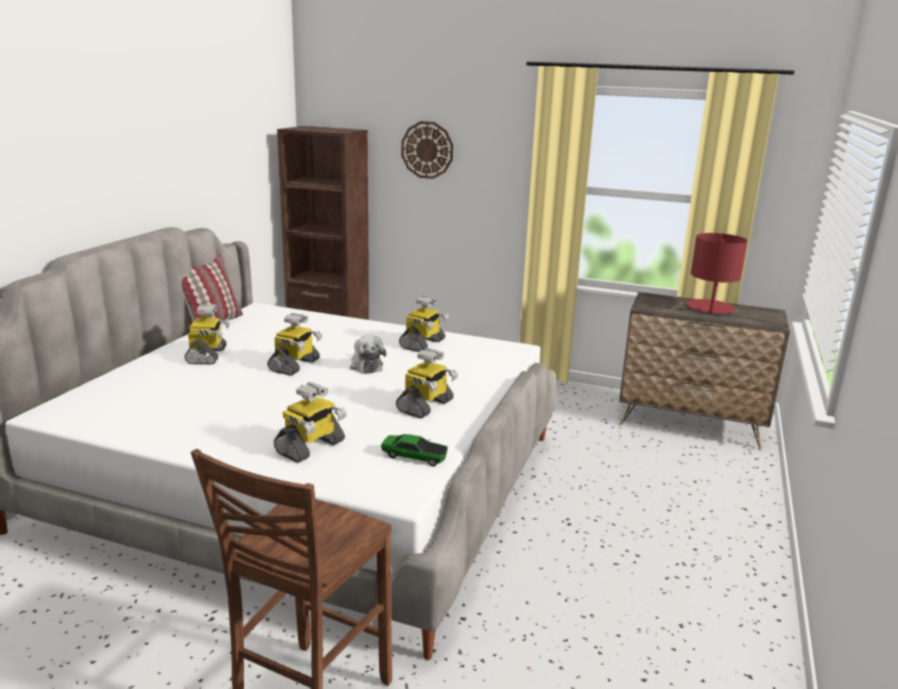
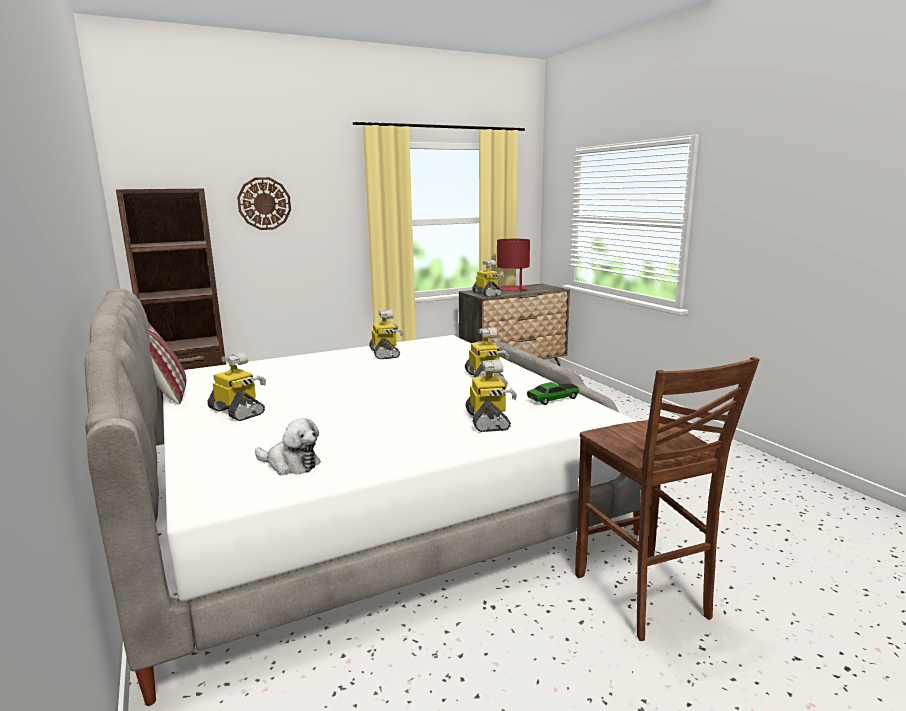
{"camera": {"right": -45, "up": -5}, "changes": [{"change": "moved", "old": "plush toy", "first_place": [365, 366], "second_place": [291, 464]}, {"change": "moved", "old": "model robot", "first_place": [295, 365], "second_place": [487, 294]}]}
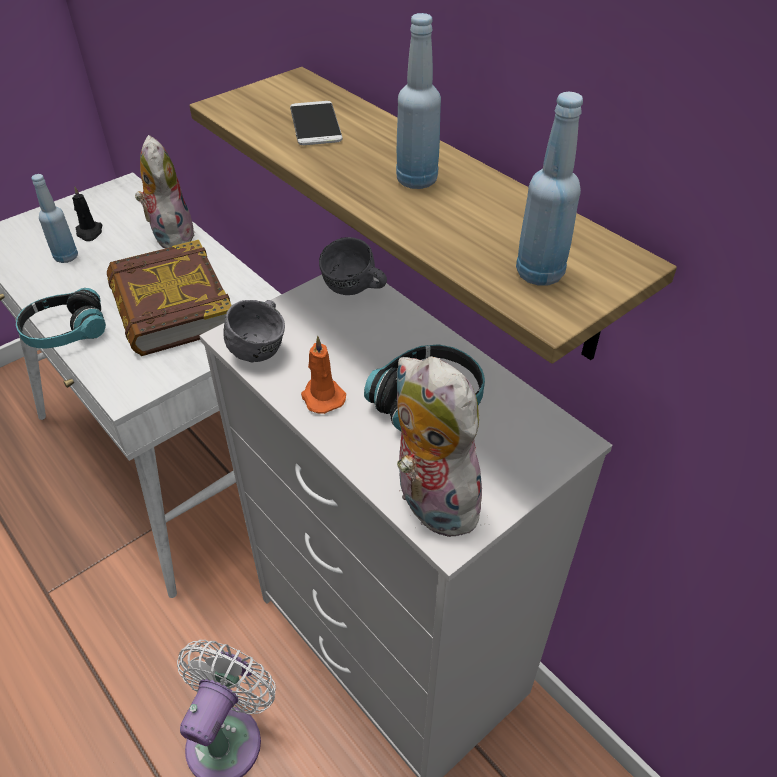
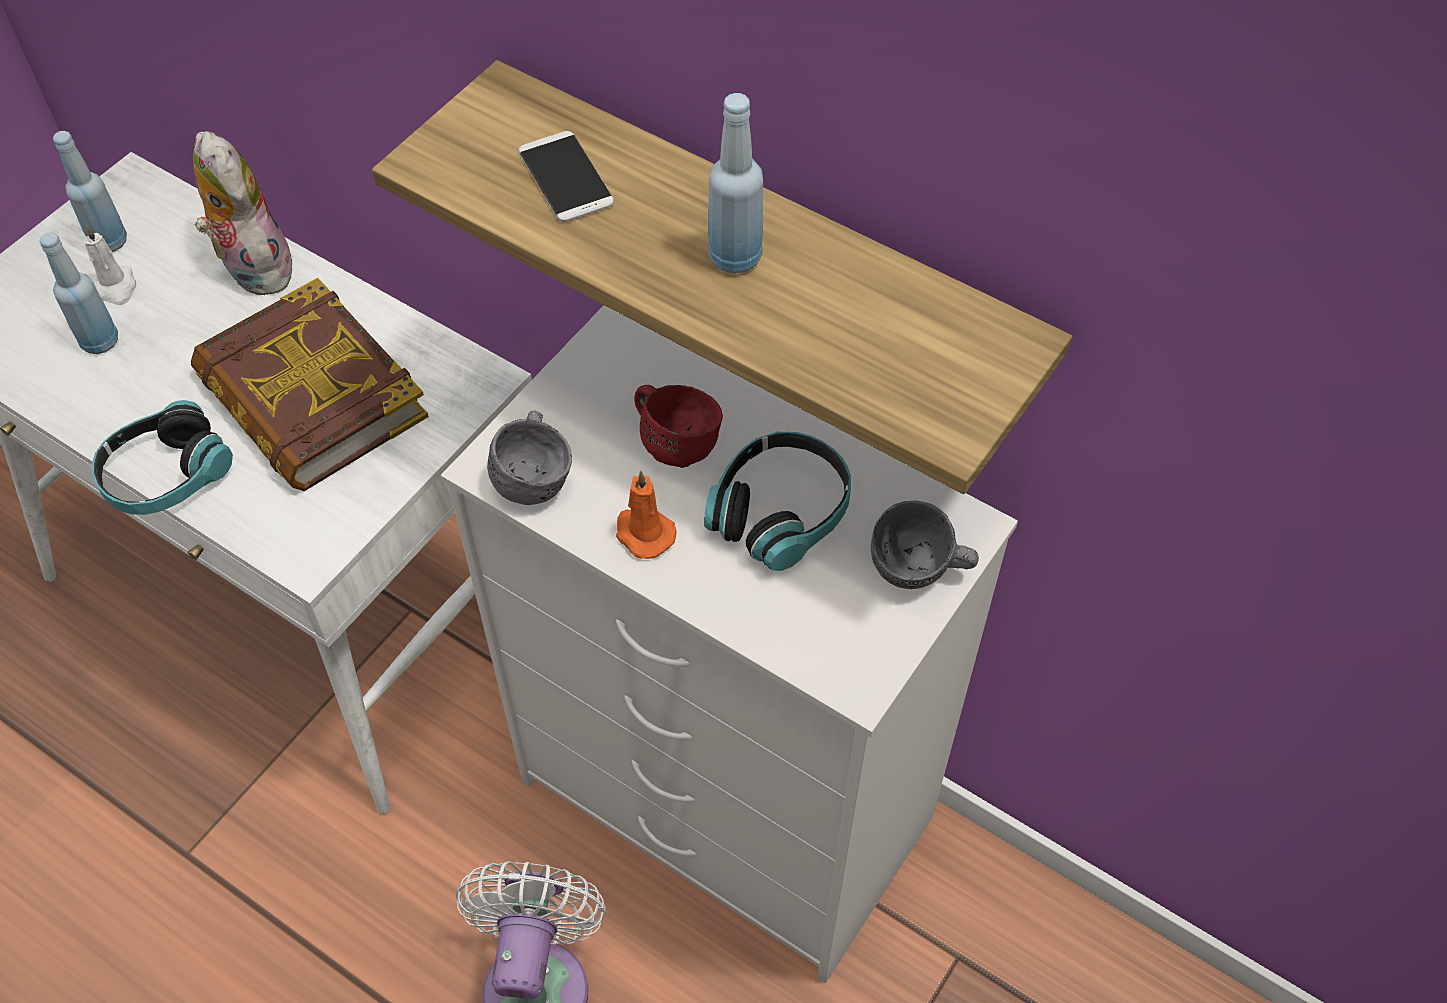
{"camera": {"right": -15, "up": 10}, "changes": [{"change": "moved", "old": "blue-coloured bottle", "first_place": [539, 273], "second_place": [110, 241]}, {"change": "recoloured", "old": "blackish wax candle", "new": "whitish wax candle", "first_place": [89, 232], "second_place": [115, 287]}, {"change": "added", "new": "red coffee mug", "second_place": [675, 440]}, {"change": "moved", "old": "grey coffee mug", "first_place": [354, 291], "second_place": [919, 573]}, {"change": "removed", "old": "plush toy", "first_place": [430, 501]}]}
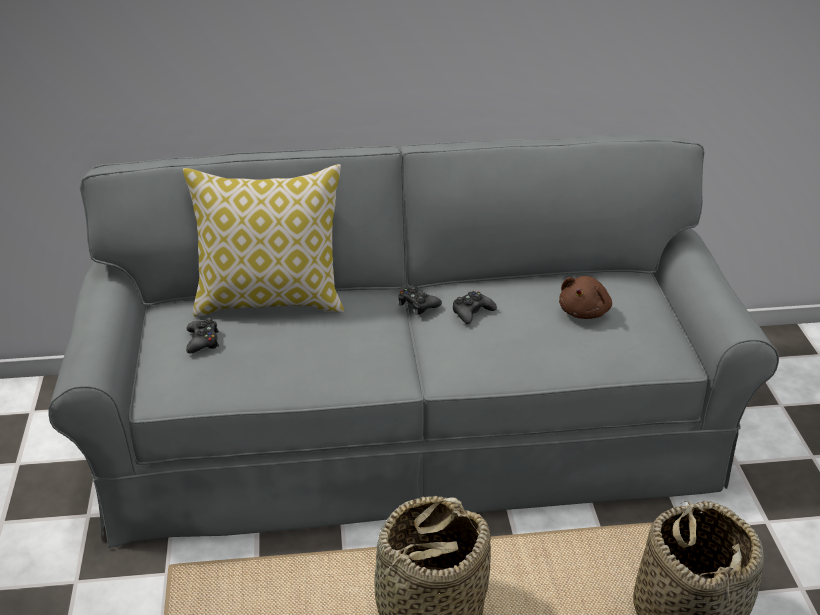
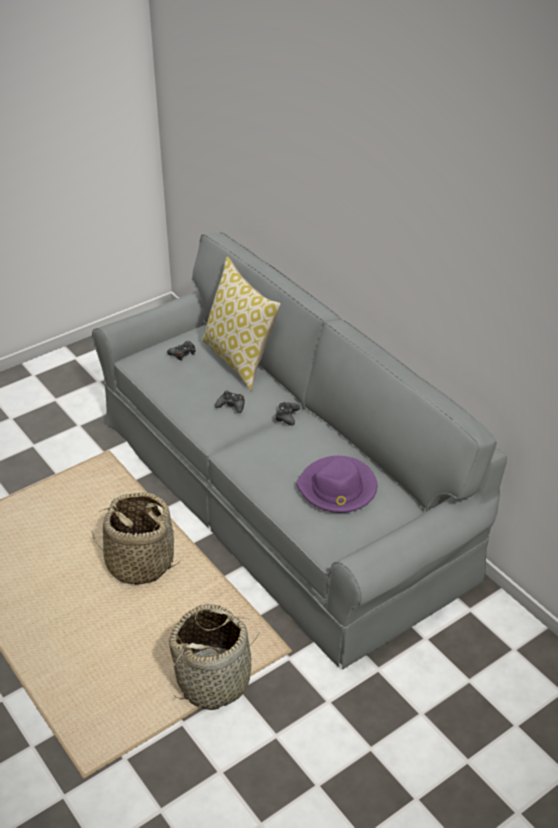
{"camera": {"right": 60, "up": 5}, "changes": [{"change": "moved", "old": "blackish game controller", "first_place": [472, 312], "second_place": [231, 405]}, {"change": "replaced", "old": "brownish plush toy", "new": "purplish clothing hat", "first_place": [585, 311], "second_place": [337, 488]}]}
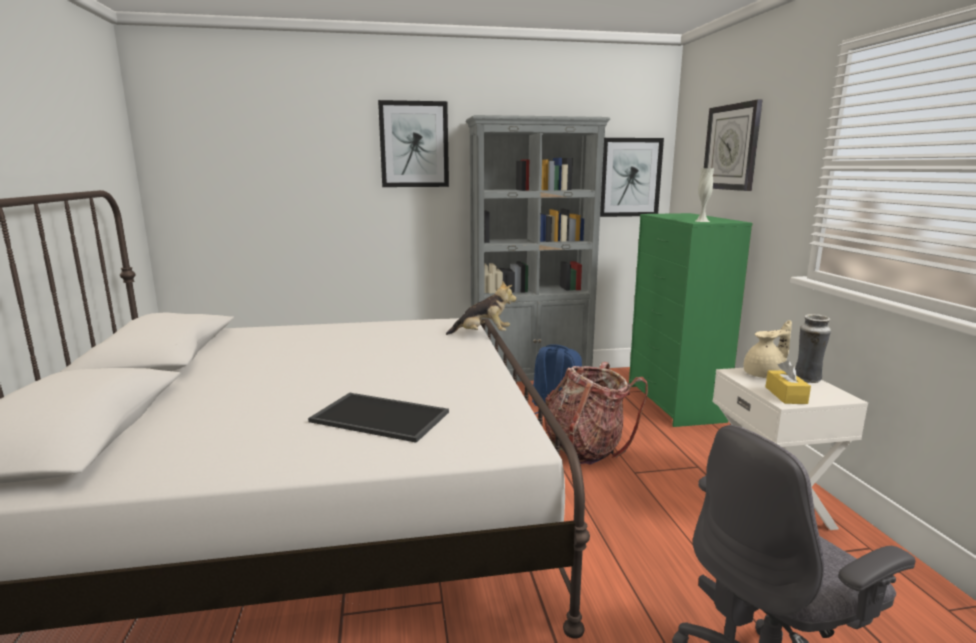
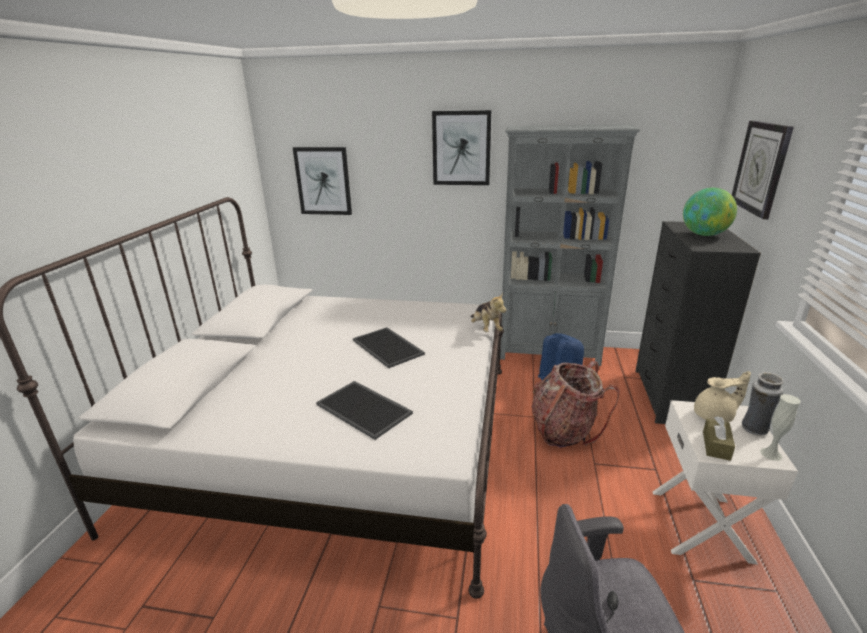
{"camera": {"right": 20, "up": 10}, "changes": [{"change": "moved", "old": "picture", "first_place": [630, 177], "second_place": [323, 181]}, {"change": "added", "new": "serving tray", "second_place": [389, 347]}, {"change": "turned", "old": "plush toy", "first_place": [483, 335], "second_place": [486, 328], "degrees": 45}, {"change": "recoloured", "old": "green chest of drawers", "new": "blackish chest of drawers", "first_place": [674, 403], "second_place": [670, 397]}, {"change": "added", "new": "globe", "second_place": [704, 235]}, {"change": "recoloured", "old": "yellow-coloured tissue holder", "new": "brownish tissue holder", "first_place": [786, 395], "second_place": [716, 445]}, {"change": "moved", "old": "whitish decorative vase", "first_place": [702, 221], "second_place": [771, 454]}]}
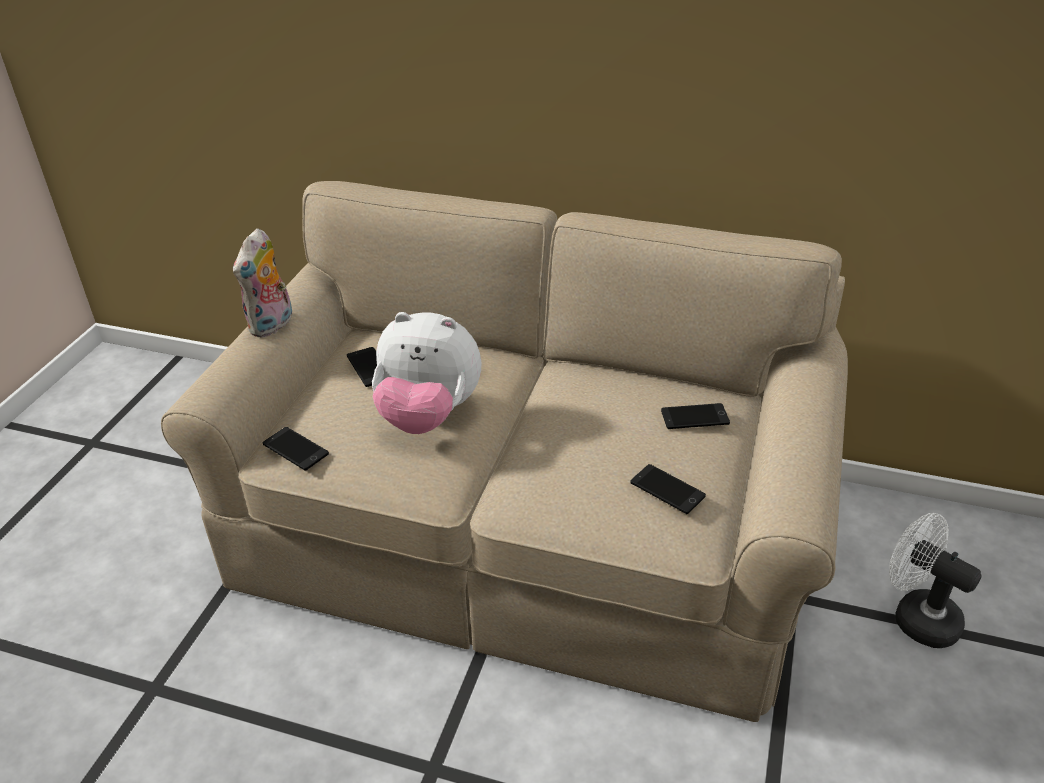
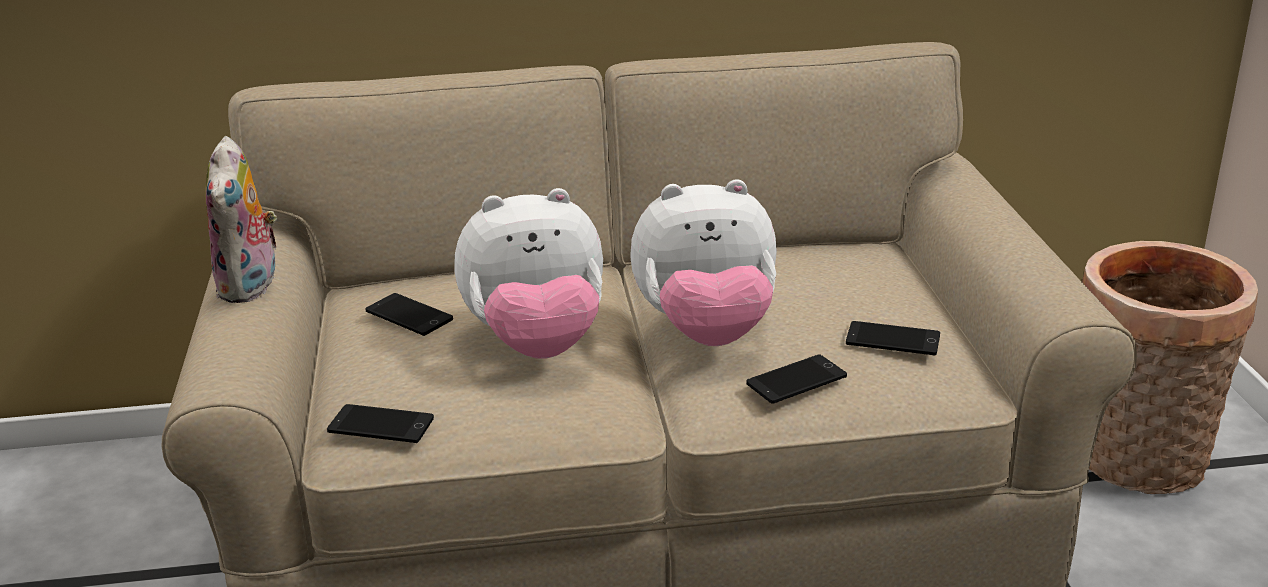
{"camera": {"right": -25, "up": -10}, "changes": [{"change": "added", "new": "plush toy", "second_place": [706, 332]}, {"change": "moved", "old": "telephone", "first_place": [694, 417], "second_place": [796, 380]}, {"change": "replaced", "old": "whitish fan", "new": "storage basket", "first_place": [916, 616], "second_place": [1136, 464]}]}
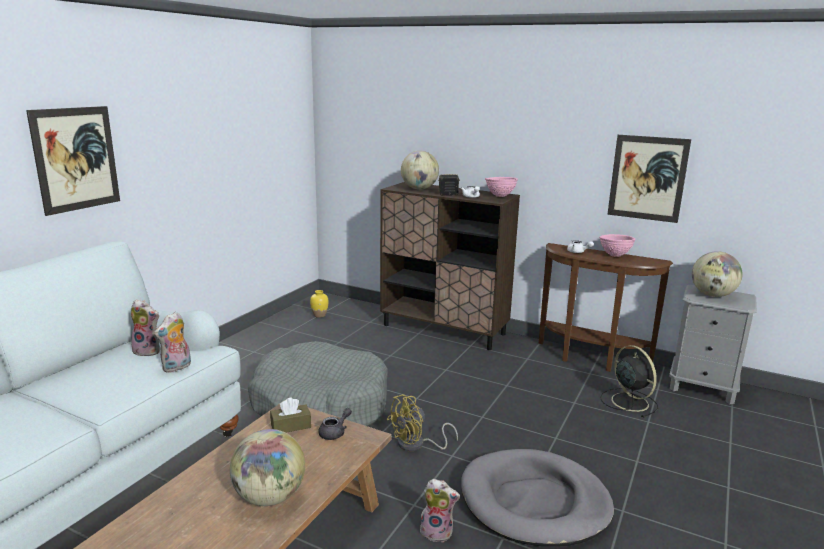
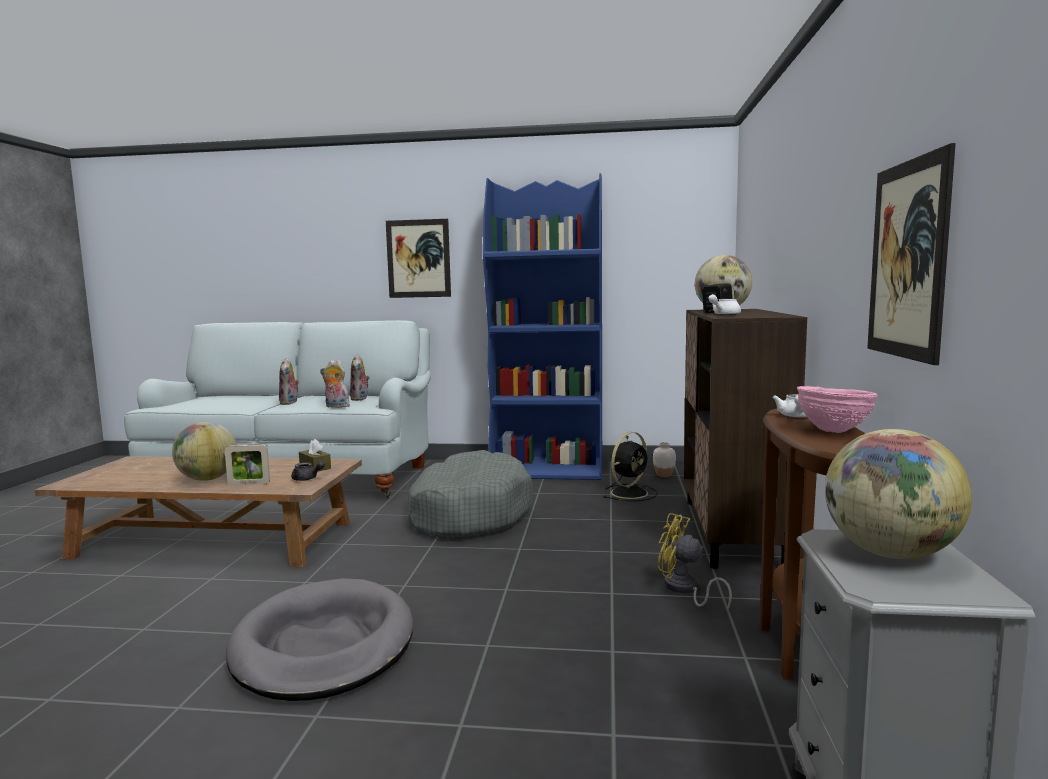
{"camera": {"right": 70, "up": -10}, "changes": [{"change": "added", "new": "photo frame", "second_place": [249, 484]}, {"change": "moved", "old": "plush toy", "first_place": [437, 532], "second_place": [290, 403]}, {"change": "added", "new": "blue-coloured bookcase", "second_place": [548, 470]}, {"change": "moved", "old": "blackish fan", "first_place": [628, 401], "second_place": [630, 493]}, {"change": "recoloured", "old": "yellow-coloured decorative vase", "new": "whitish decorative vase", "first_place": [319, 315], "second_place": [664, 475]}, {"change": "moved", "old": "yellow-coloured fan", "first_place": [416, 445], "second_place": [685, 589]}, {"change": "removed", "old": "pink serving bowl", "first_place": [500, 196]}]}
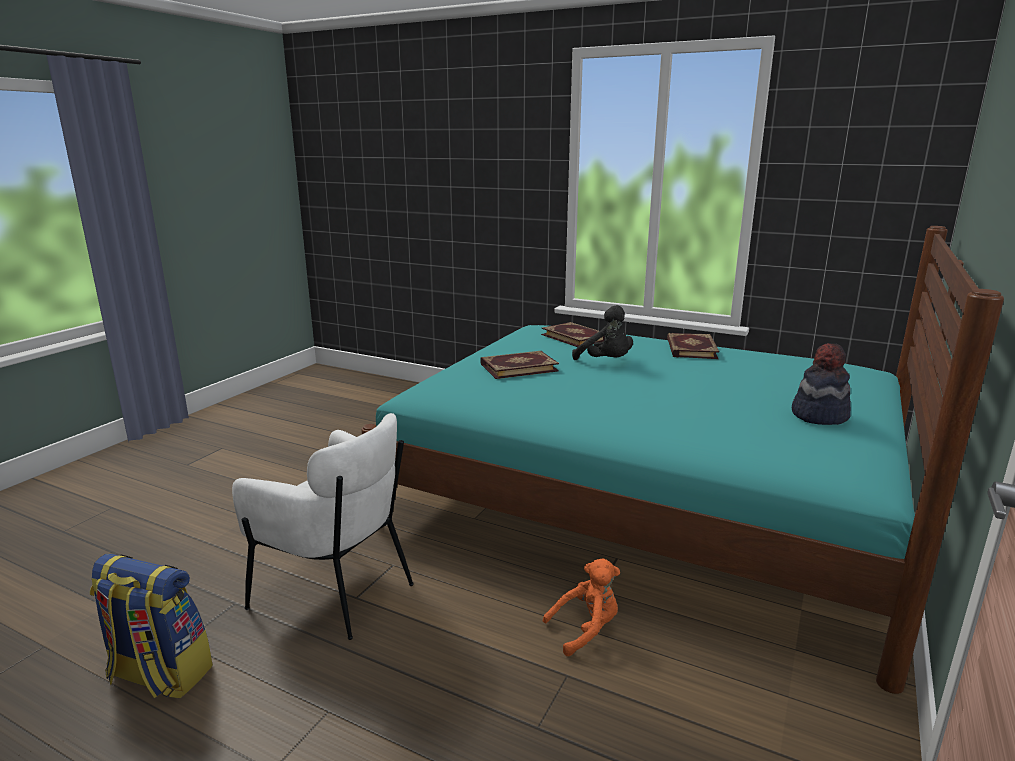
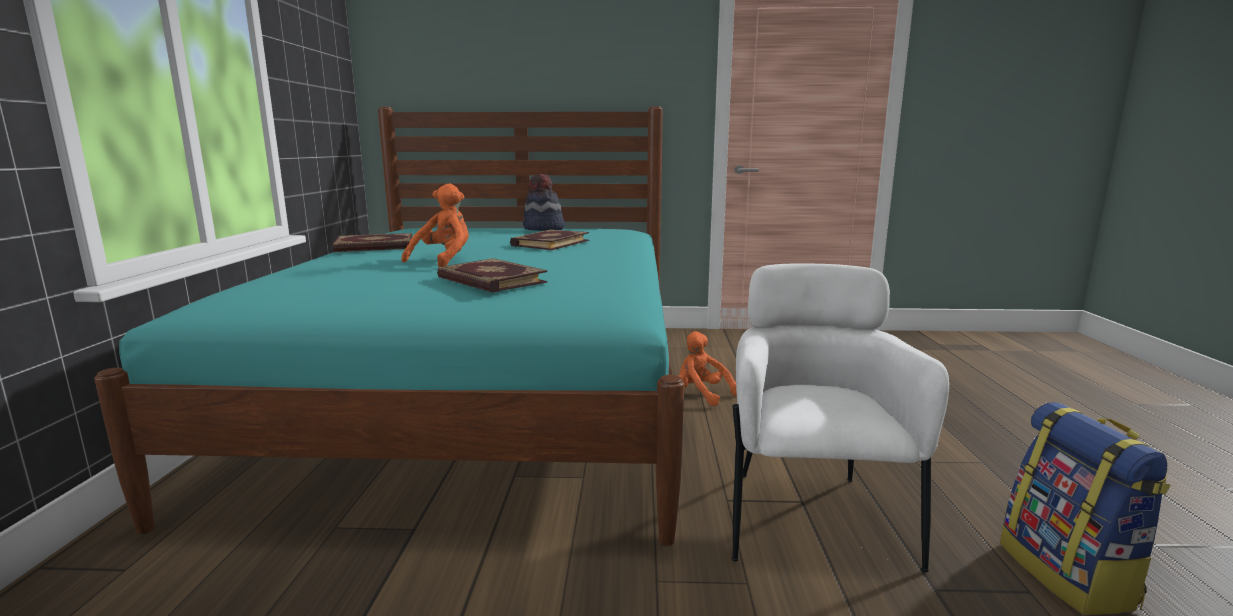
{"camera": {"right": -115, "up": -5}, "changes": [{"change": "recoloured", "old": "blackish plush toy", "new": "orange-coloured plush toy", "first_place": [606, 362], "second_place": [444, 261]}, {"change": "moved", "old": "volume", "first_place": [576, 337], "second_place": [550, 243]}]}
